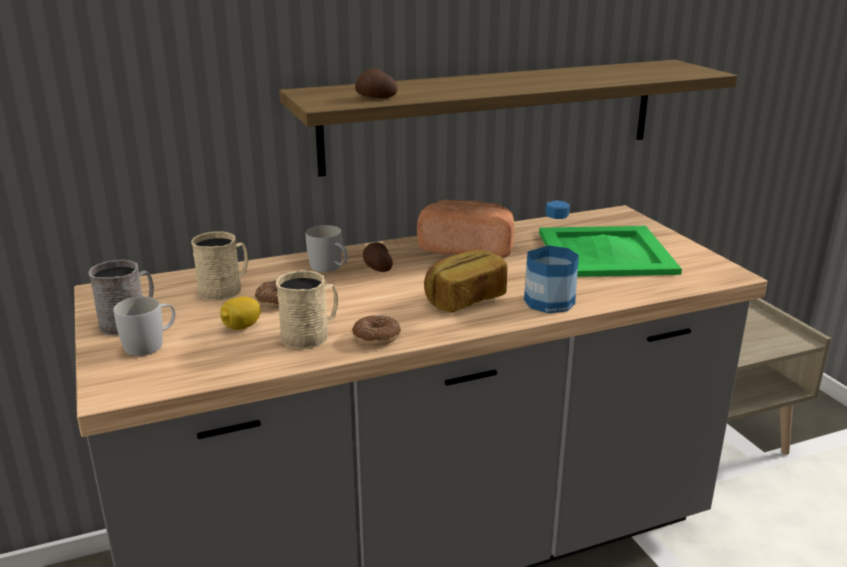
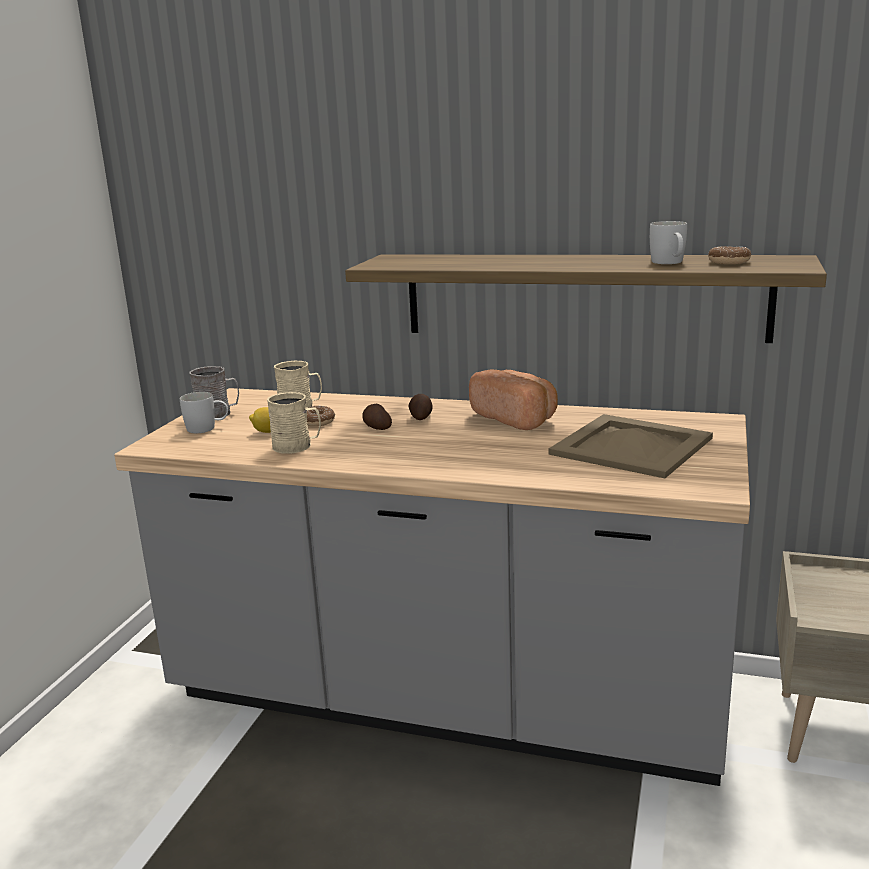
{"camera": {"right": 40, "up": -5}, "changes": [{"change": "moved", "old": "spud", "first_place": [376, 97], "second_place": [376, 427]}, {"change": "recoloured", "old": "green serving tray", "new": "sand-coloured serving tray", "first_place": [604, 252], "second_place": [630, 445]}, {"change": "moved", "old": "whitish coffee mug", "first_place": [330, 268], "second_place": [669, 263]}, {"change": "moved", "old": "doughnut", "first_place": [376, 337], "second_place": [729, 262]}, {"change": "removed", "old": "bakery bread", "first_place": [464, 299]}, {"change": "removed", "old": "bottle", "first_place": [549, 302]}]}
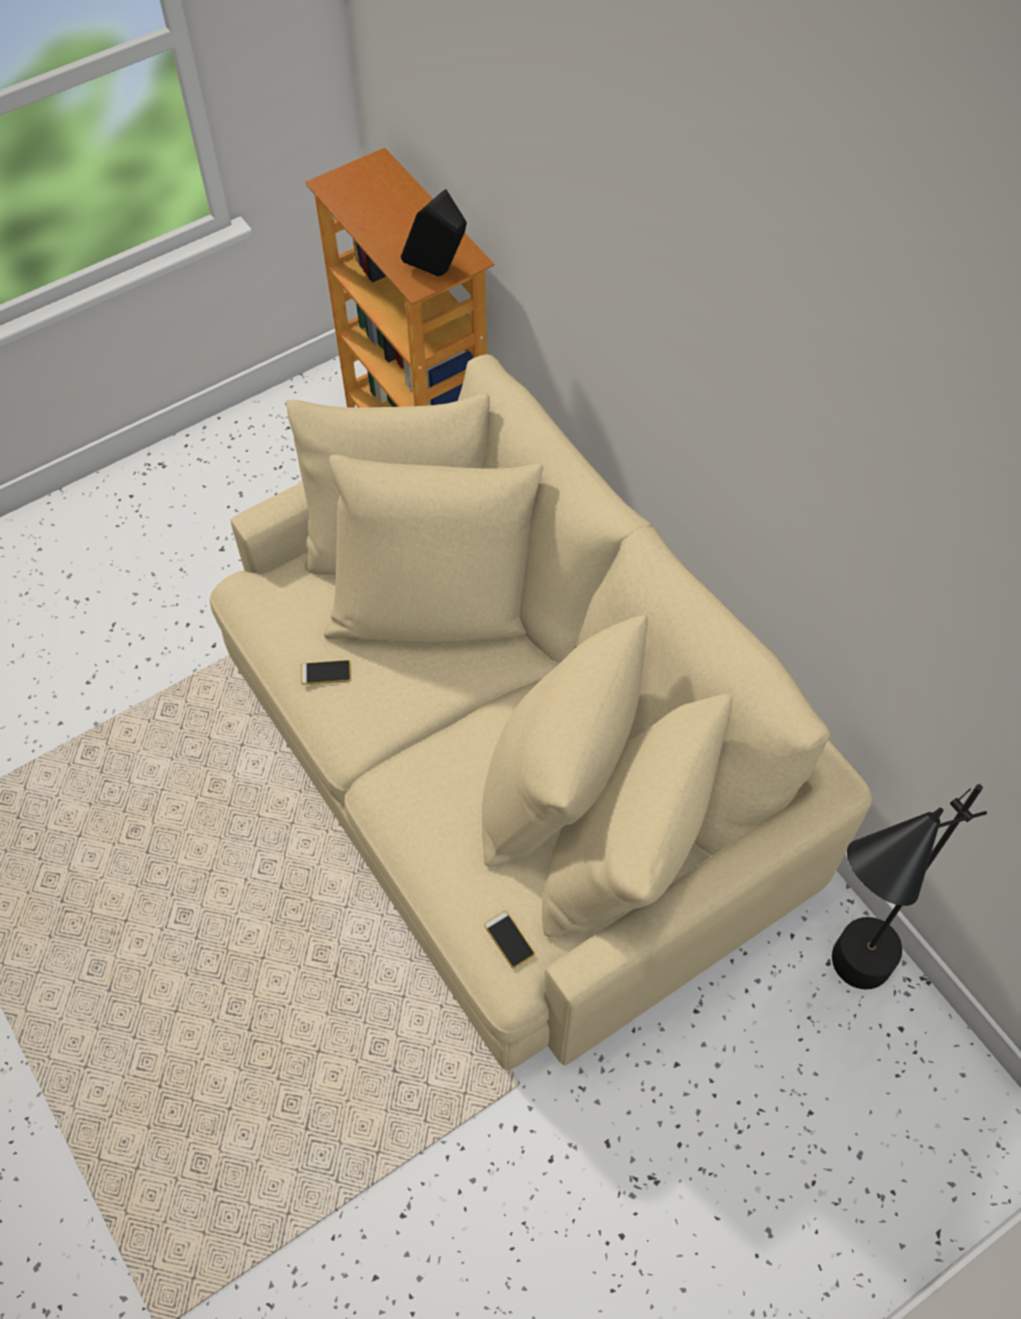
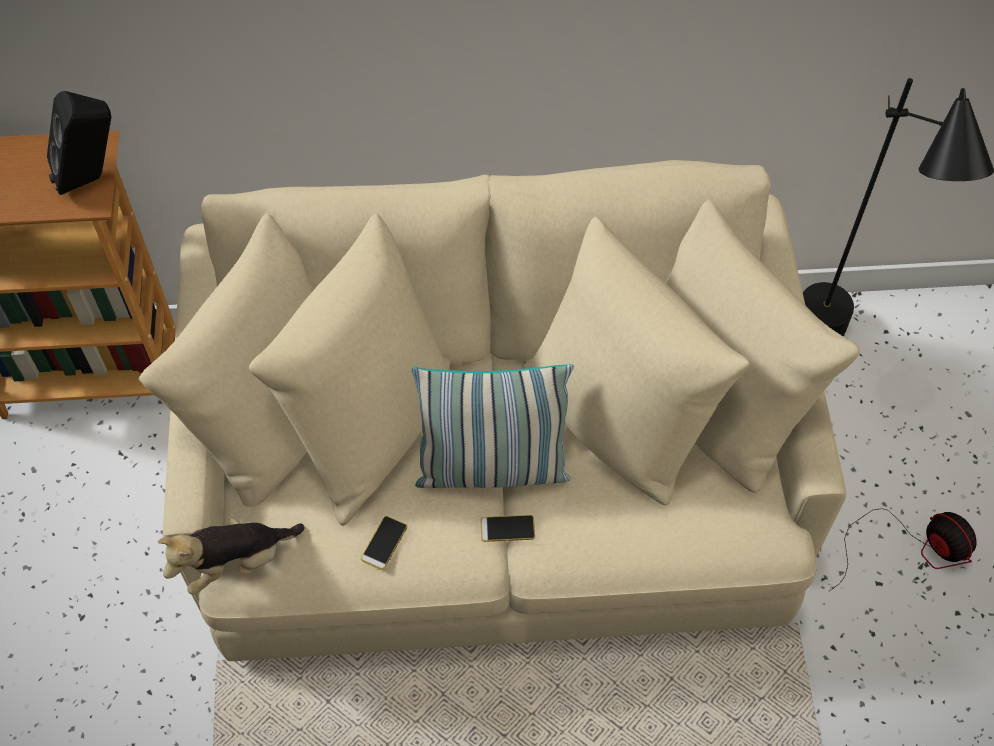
{"camera": {"right": -60, "up": 0}, "changes": [{"change": "added", "new": "plush toy", "second_place": [236, 563]}, {"change": "added", "new": "cushion", "second_place": [492, 467]}, {"change": "moved", "old": "telephone", "first_place": [509, 939], "second_place": [507, 528]}, {"change": "added", "new": "fan", "second_place": [912, 548]}]}
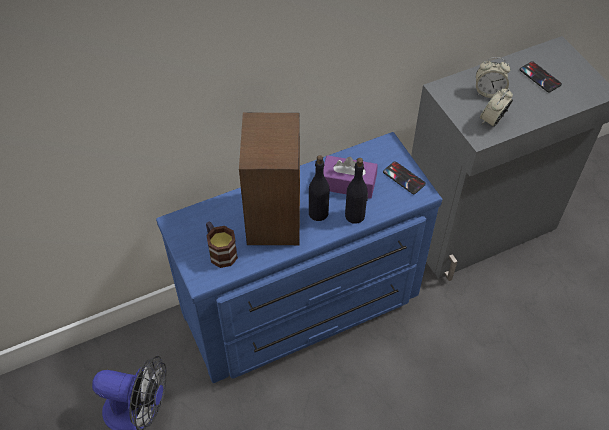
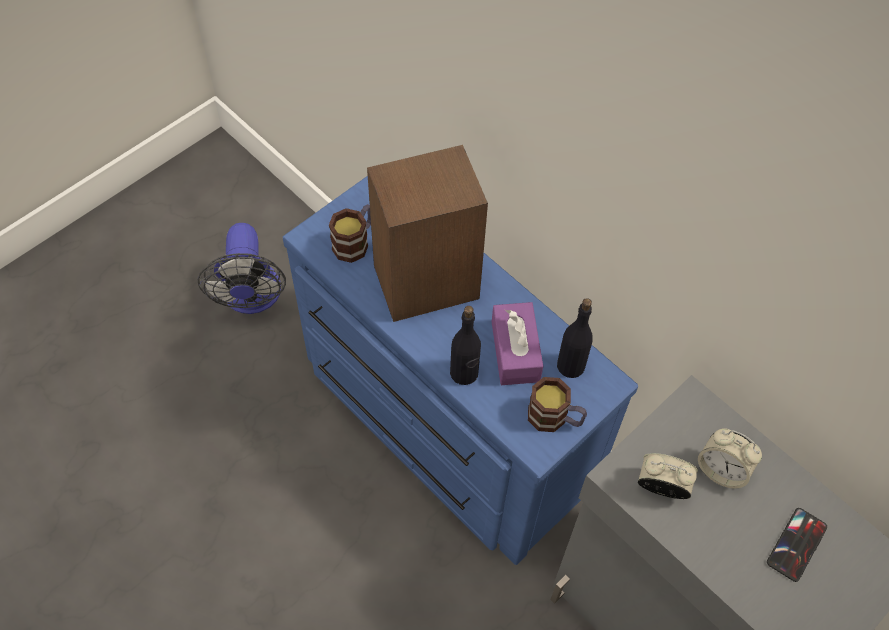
{"camera": {"right": 70, "up": 5}, "changes": [{"change": "replaced", "old": "telephone", "new": "coffee mug", "first_place": [404, 178], "second_place": [555, 418]}, {"change": "moved", "old": "blackish bottle", "first_place": [318, 213], "second_place": [571, 365]}, {"change": "turned", "old": "bedside clock", "first_place": [488, 92], "second_place": [721, 470], "degrees": -45}]}
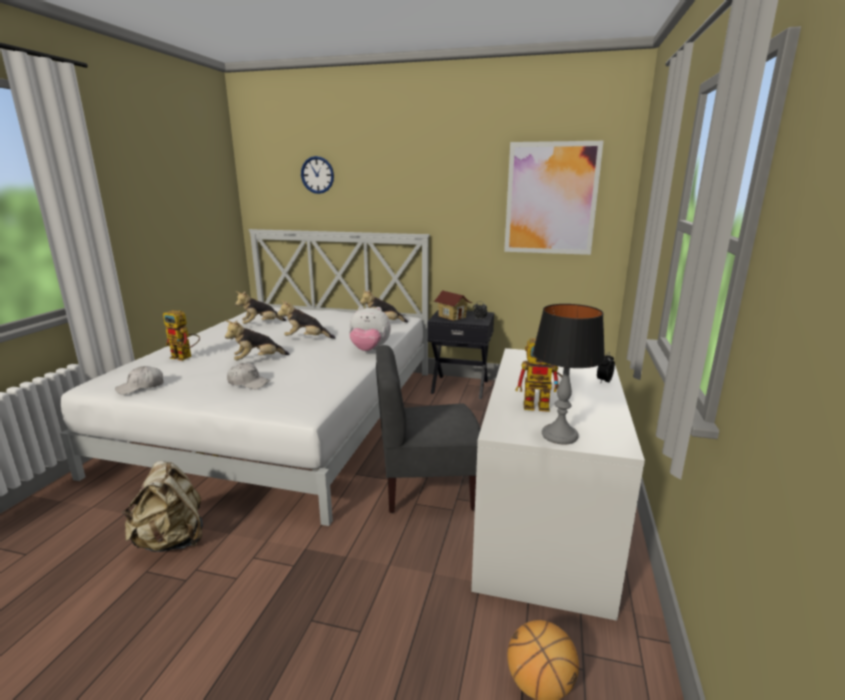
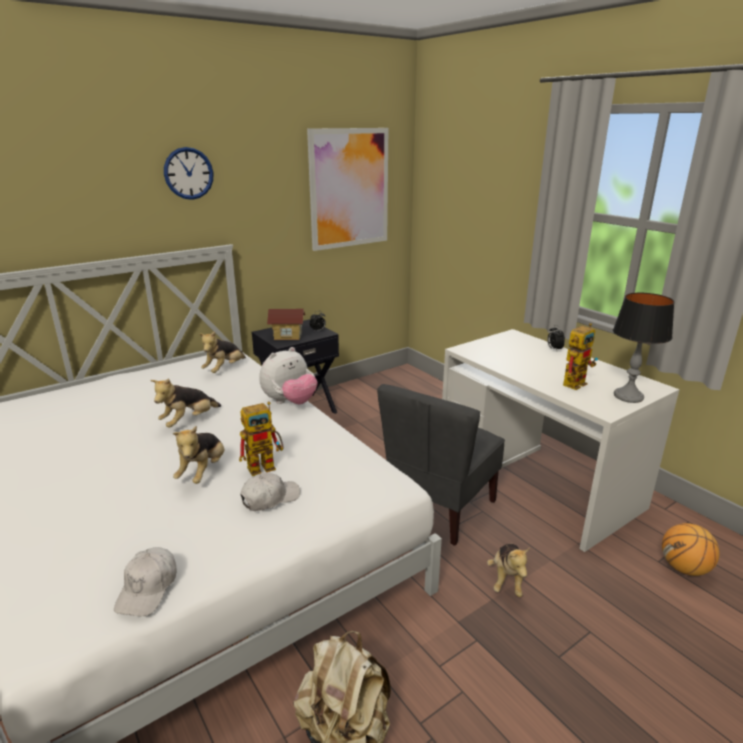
{"camera": {"right": -50, "up": 5}, "changes": [{"change": "moved", "old": "hanging clock", "first_place": [317, 175], "second_place": [188, 173]}, {"change": "moved", "old": "model robot", "first_place": [185, 357], "second_place": [266, 465]}, {"change": "moved", "old": "plush toy", "first_place": [261, 324], "second_place": [507, 579]}]}
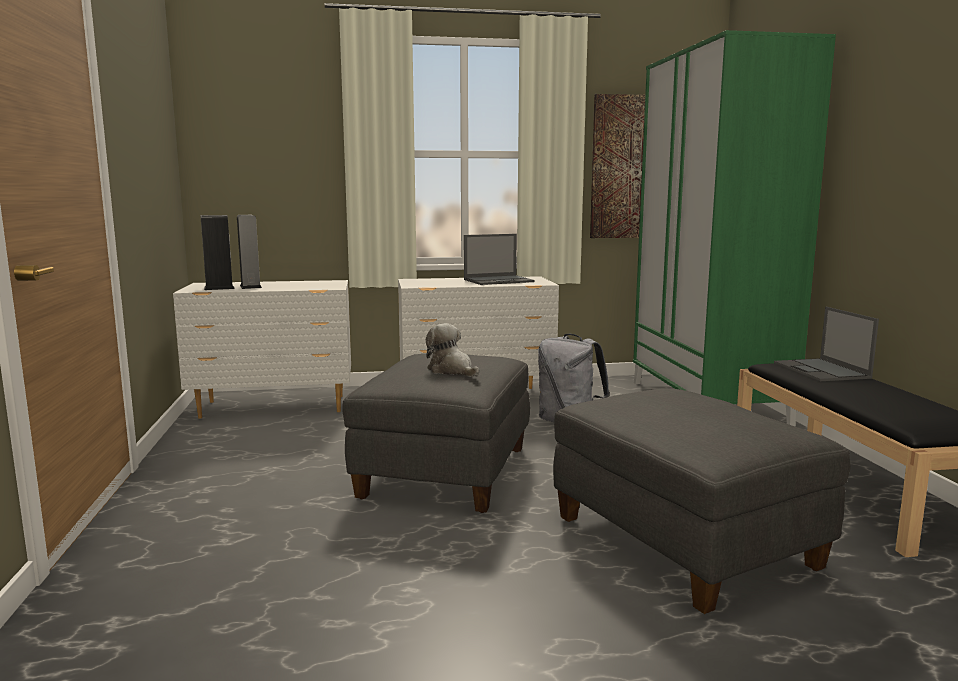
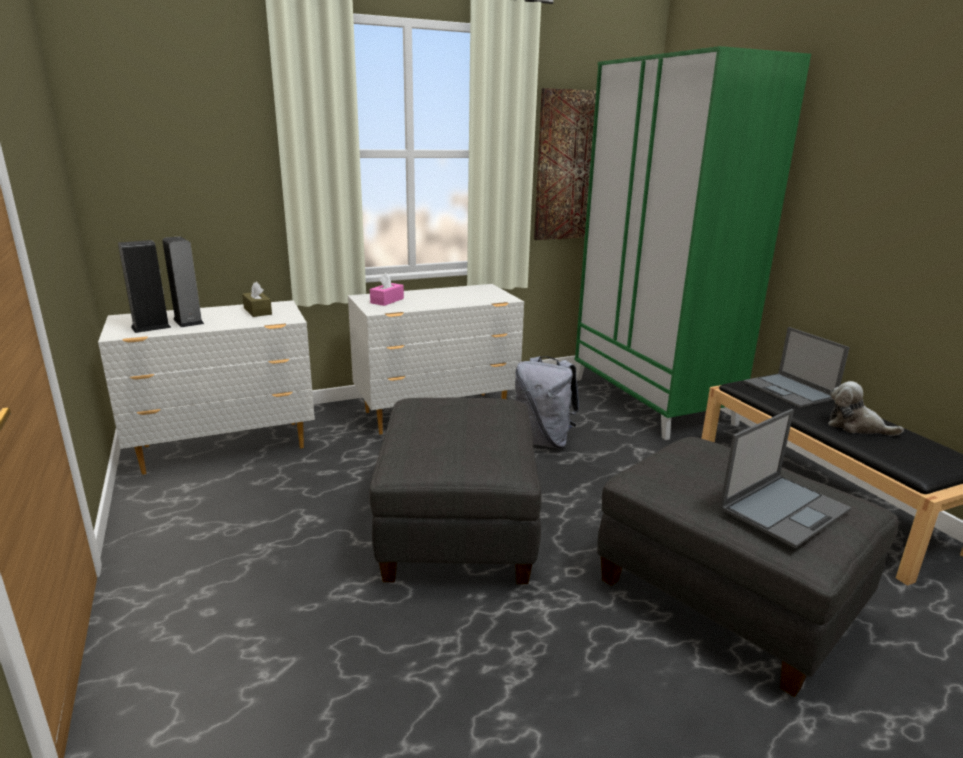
{"camera": {"right": -15, "up": 10}, "changes": [{"change": "added", "new": "brownish tissue holder", "second_place": [257, 311]}, {"change": "added", "new": "pink tissue holder", "second_place": [387, 301]}, {"change": "moved", "old": "laptop", "first_place": [499, 281], "second_place": [784, 509]}, {"change": "moved", "old": "plush toy", "first_place": [452, 371], "second_place": [856, 427]}]}
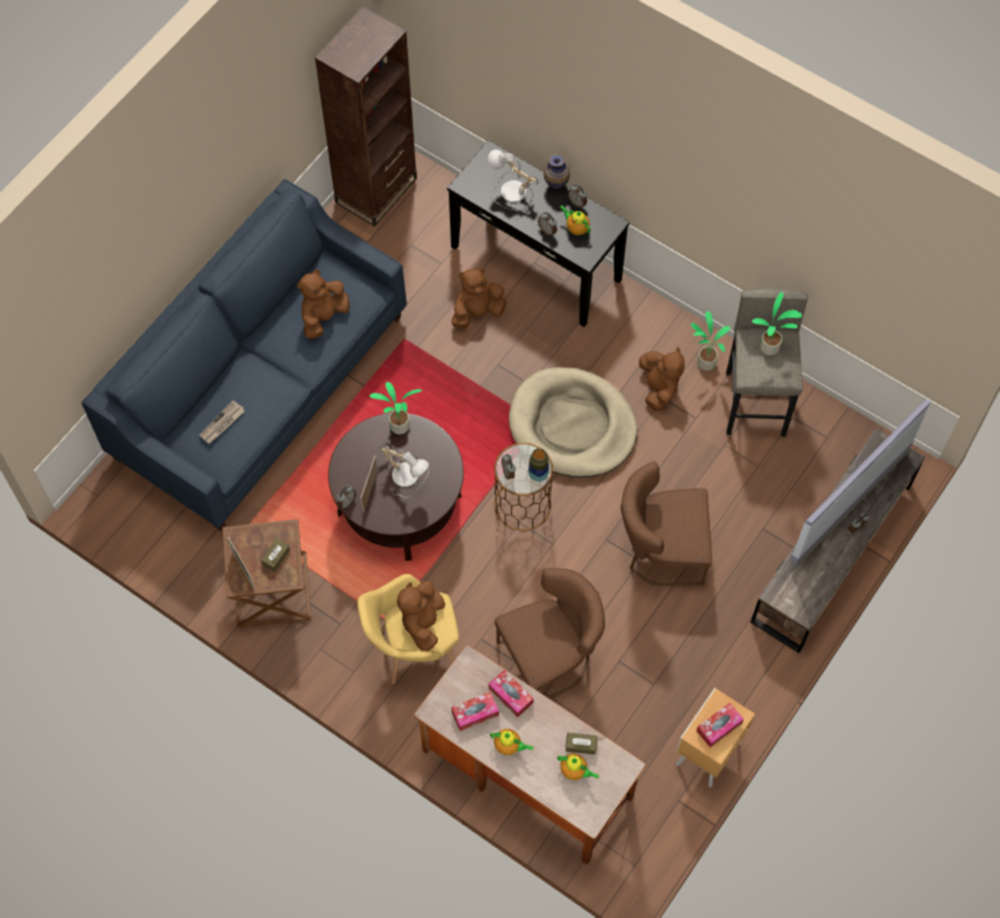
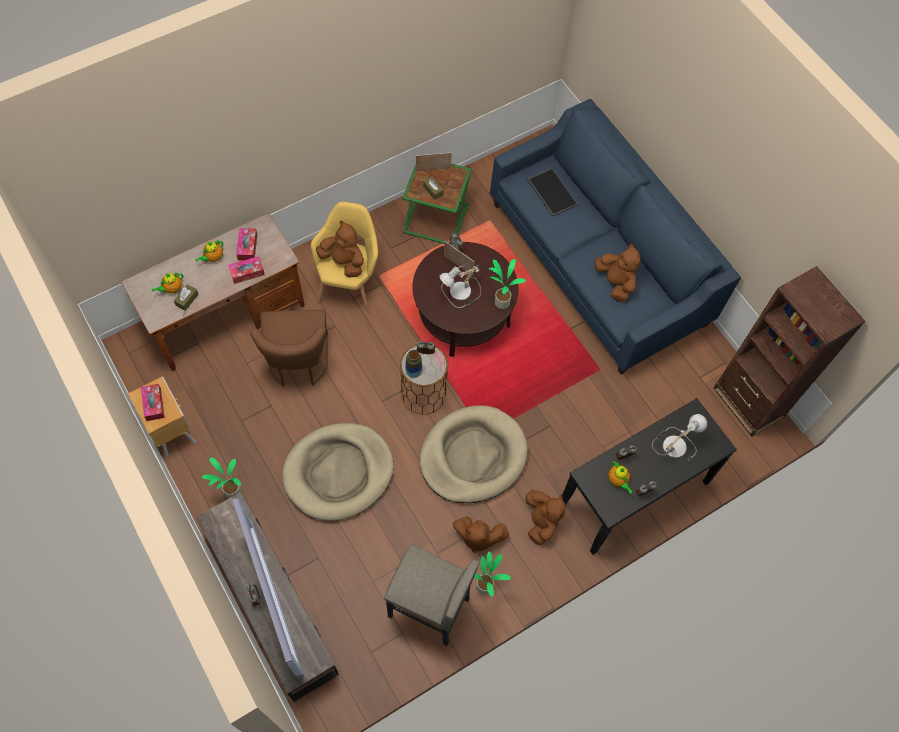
{"camera": {"right": 110, "up": 0}, "changes": [{"change": "moved", "old": "plant in a pot", "first_place": [770, 348], "second_place": [231, 491]}, {"change": "replaced", "old": "brownish upright chair", "new": "sand-coloured pet bed", "first_place": [661, 551], "second_place": [338, 472]}, {"change": "recoloured", "old": "brownish accent table", "new": "green accent table", "first_place": [270, 588], "second_place": [437, 218]}, {"change": "moved", "old": "brownish plush toy", "first_place": [477, 312], "second_place": [541, 521]}, {"change": "replaced", "old": "newspaper", "new": "serving tray", "first_place": [222, 424], "second_place": [551, 192]}, {"change": "turned", "old": "teapot", "first_place": [576, 228], "second_place": [618, 480], "degrees": 90}, {"change": "removed", "old": "decorative vase", "first_place": [556, 185]}]}
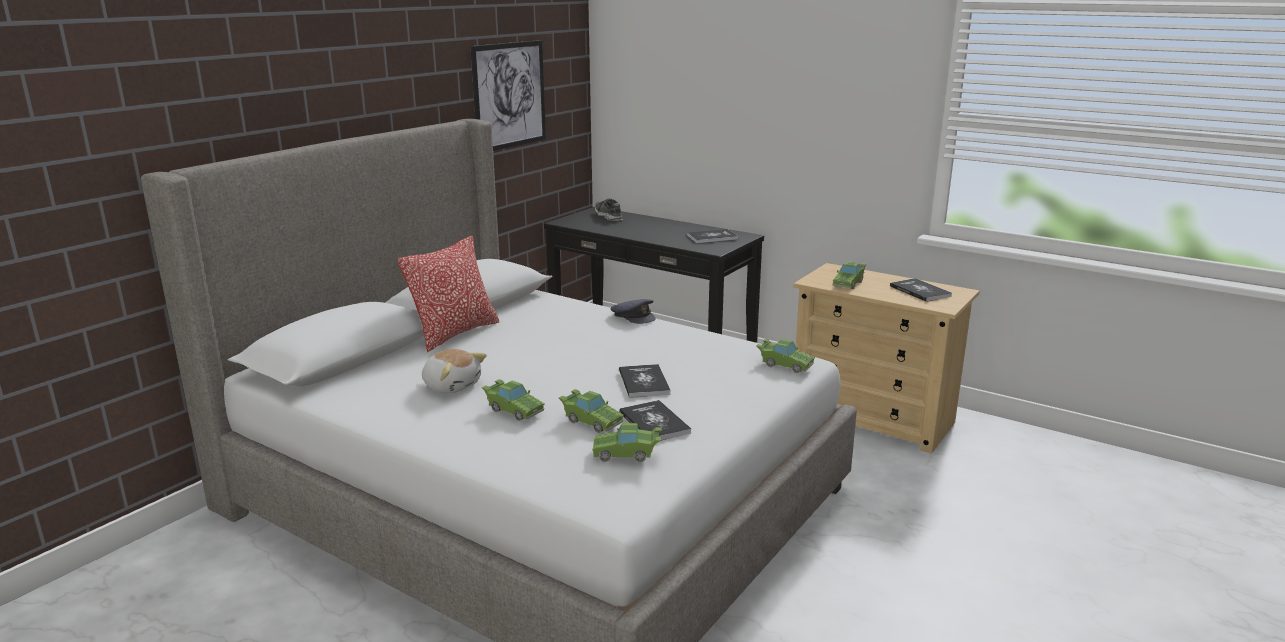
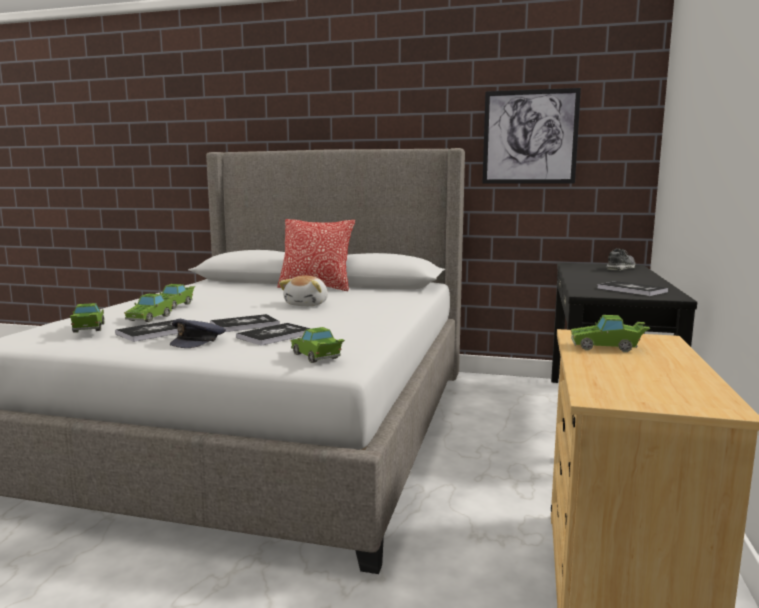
{"camera": {"right": 70, "up": -10}, "changes": [{"change": "moved", "old": "grey cap", "first_place": [634, 316], "second_place": [198, 341]}, {"change": "moved", "old": "volume", "first_place": [920, 291], "second_place": [275, 335]}, {"change": "moved", "old": "plush toy", "first_place": [452, 385], "second_place": [307, 304]}, {"change": "turned", "old": "green miniature car", "first_place": [784, 365], "second_place": [317, 357], "degrees": 135}]}
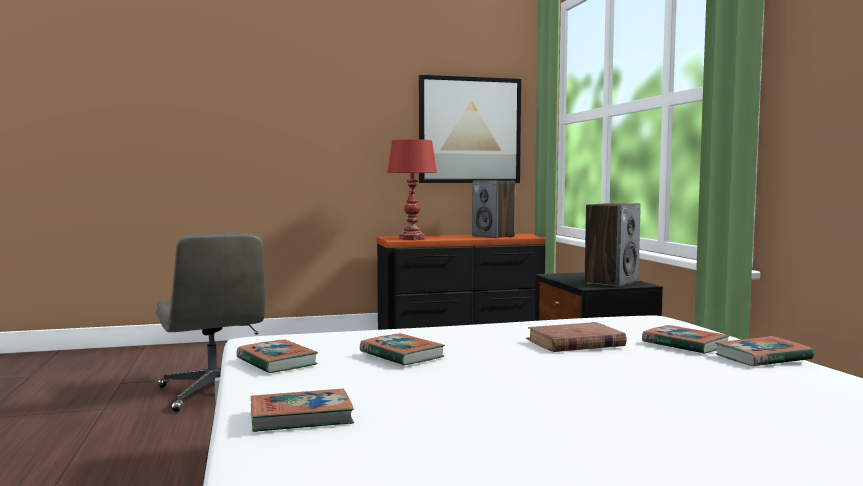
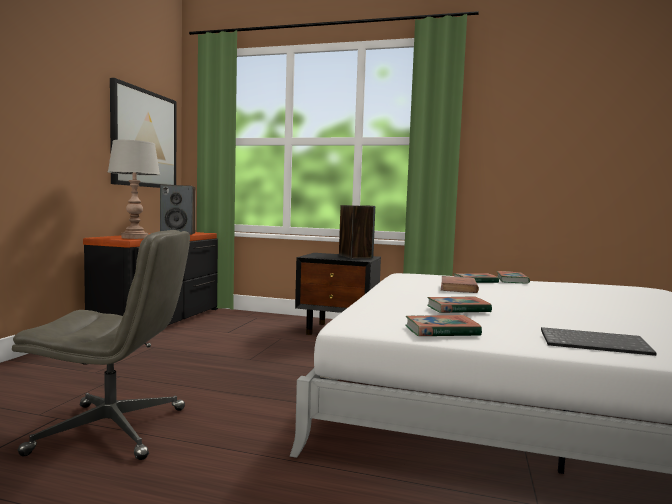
{"camera": {"right": -60, "up": 0}, "changes": [{"change": "recoloured", "old": "red tabletop lamp", "new": "grey tabletop lamp", "first_place": [412, 239], "second_place": [134, 238]}, {"change": "replaced", "old": "volume", "new": "keyboard", "first_place": [301, 417], "second_place": [595, 343]}]}
